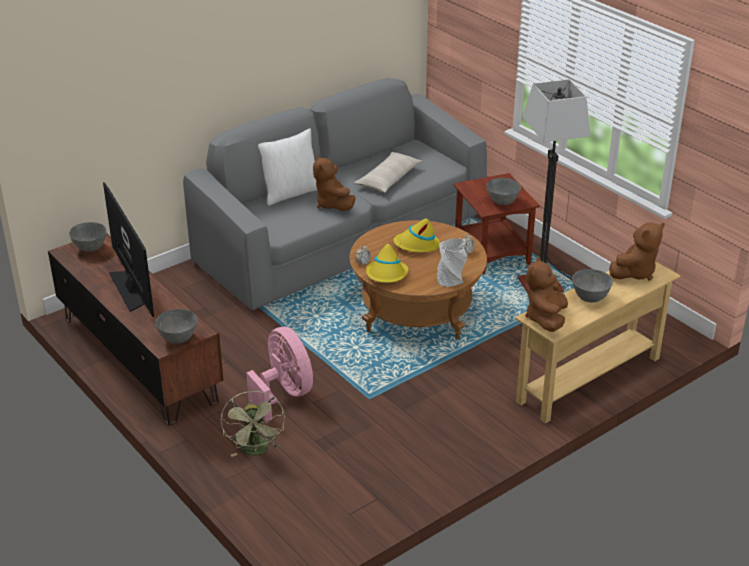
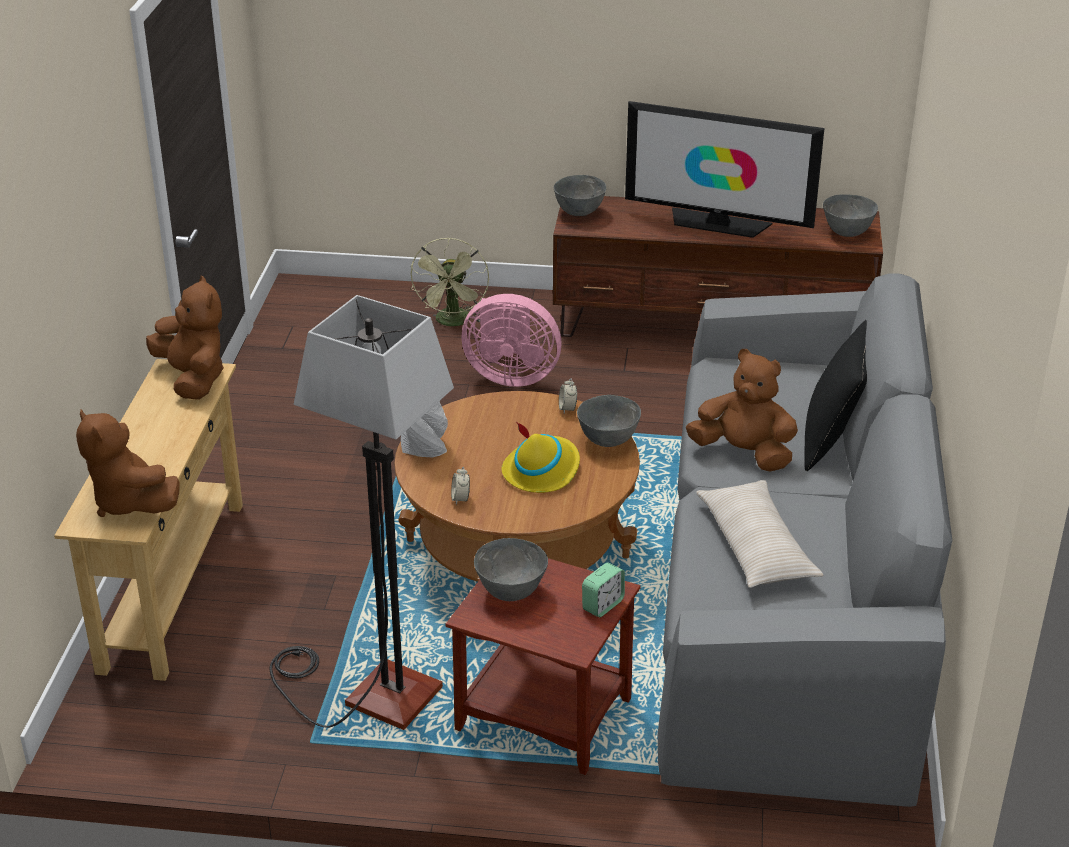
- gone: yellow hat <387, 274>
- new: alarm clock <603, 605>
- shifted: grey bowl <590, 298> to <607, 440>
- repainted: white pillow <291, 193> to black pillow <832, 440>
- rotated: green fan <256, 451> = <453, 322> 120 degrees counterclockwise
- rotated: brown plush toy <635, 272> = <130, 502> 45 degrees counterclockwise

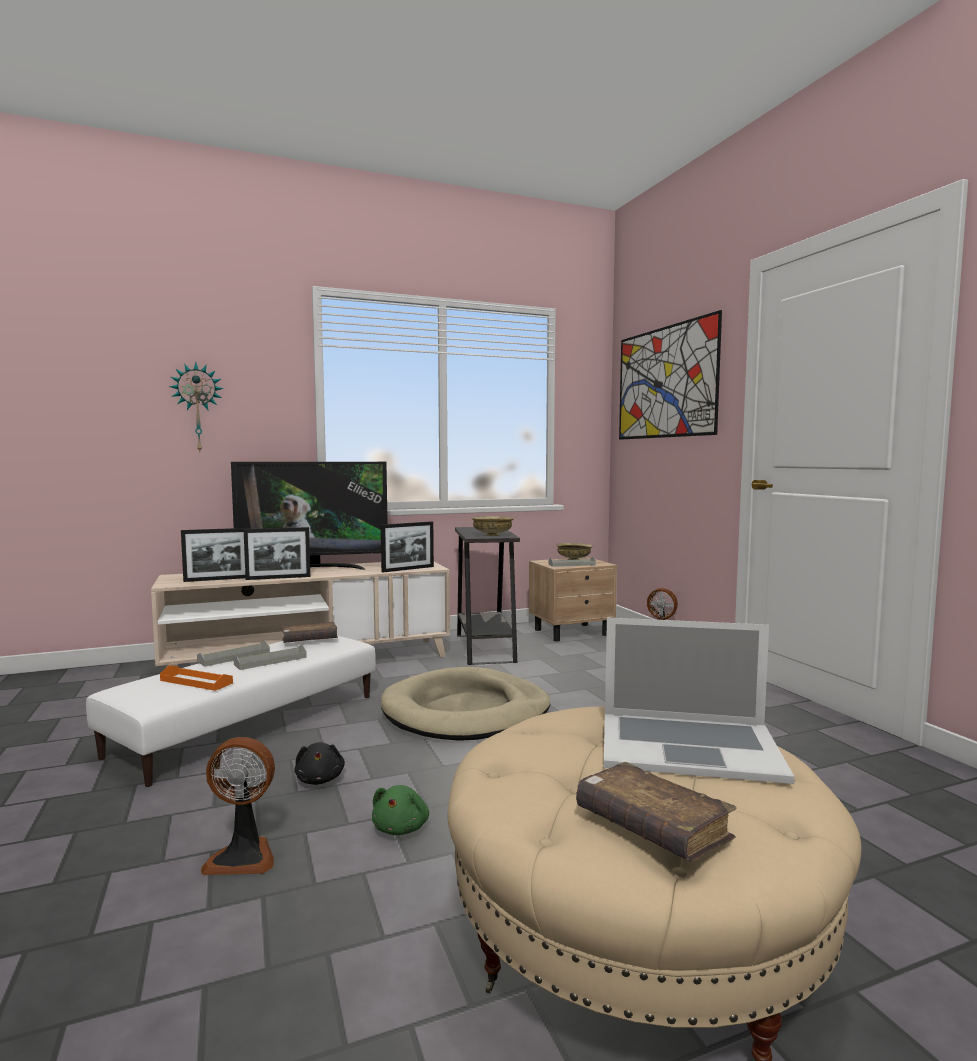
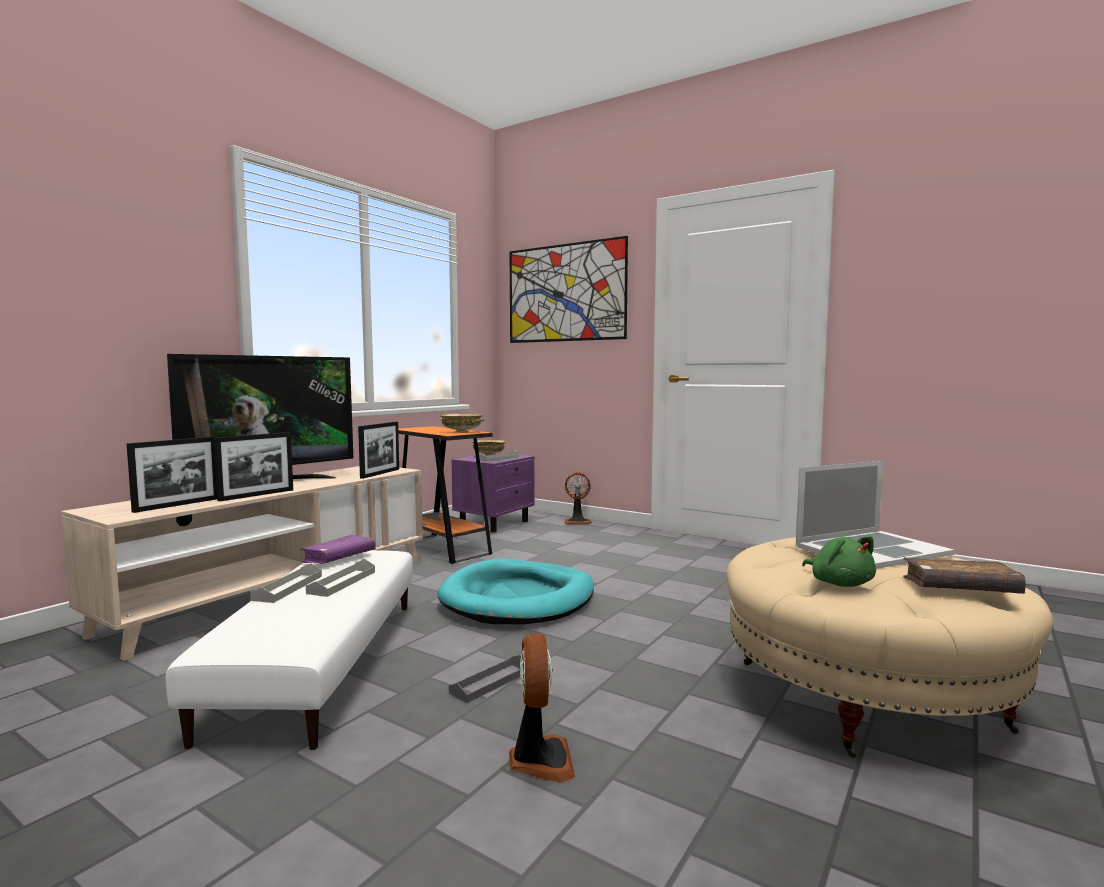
- gone: orange tray <196, 682>
- gone: wall clock <197, 408>
- shifted: green plush toy <401, 828> to <839, 583>
- swapped: black plush toy <320, 779> to grey tray <490, 682>
- repainted: brown book <309, 640> to purple book <339, 558>
- repainted: beige dog bed <466, 711> to turquoise dog bed <518, 599>
- repainted: black side table <485, 648> to orange side table <442, 548>
- repainted: beige nightstand <572, 632> to purple nightstand <495, 523>
- rotated: fan <243, 856> = <539, 760> 60 degrees counterclockwise

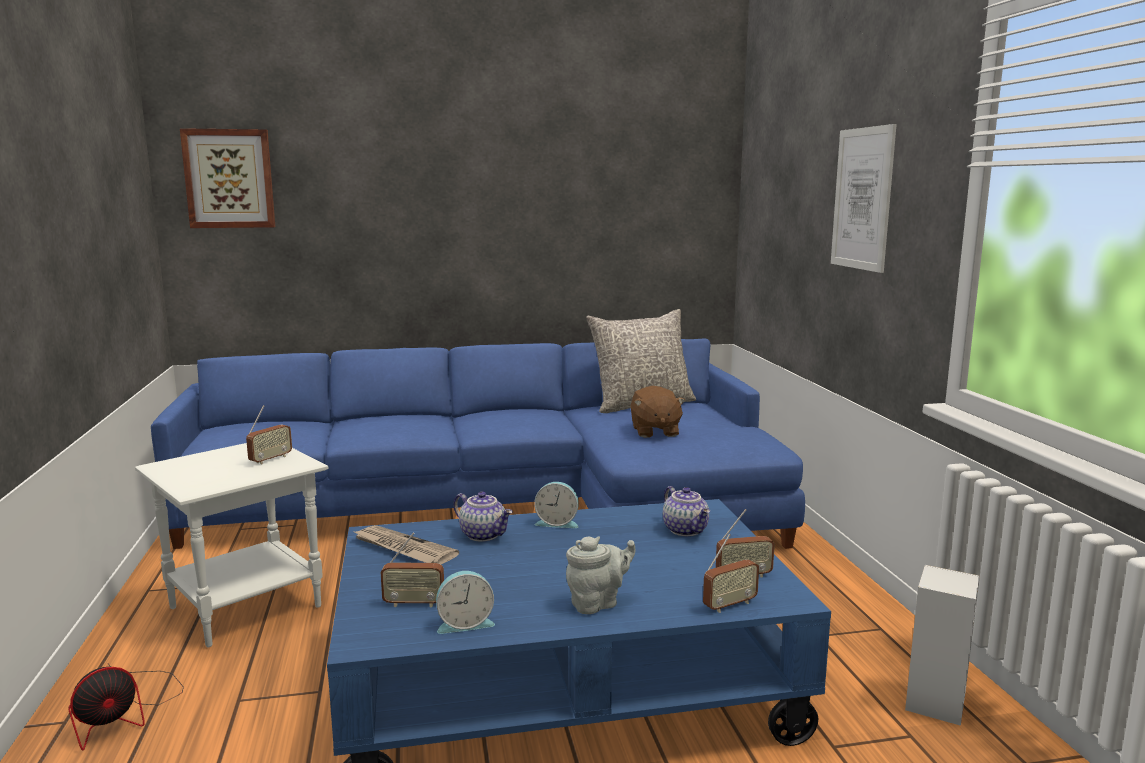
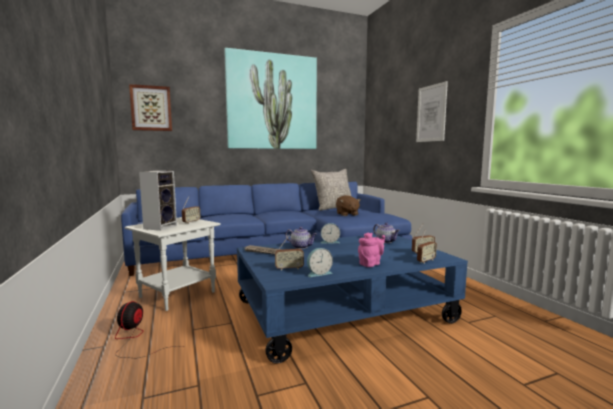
- new: picture <272, 102>
- shifted: speaker <934, 701> to <160, 227>
- repainted: grey teapot <597, 603> to pink teapot <371, 264>
- rotated: fan <124, 713> = <135, 339> 150 degrees clockwise

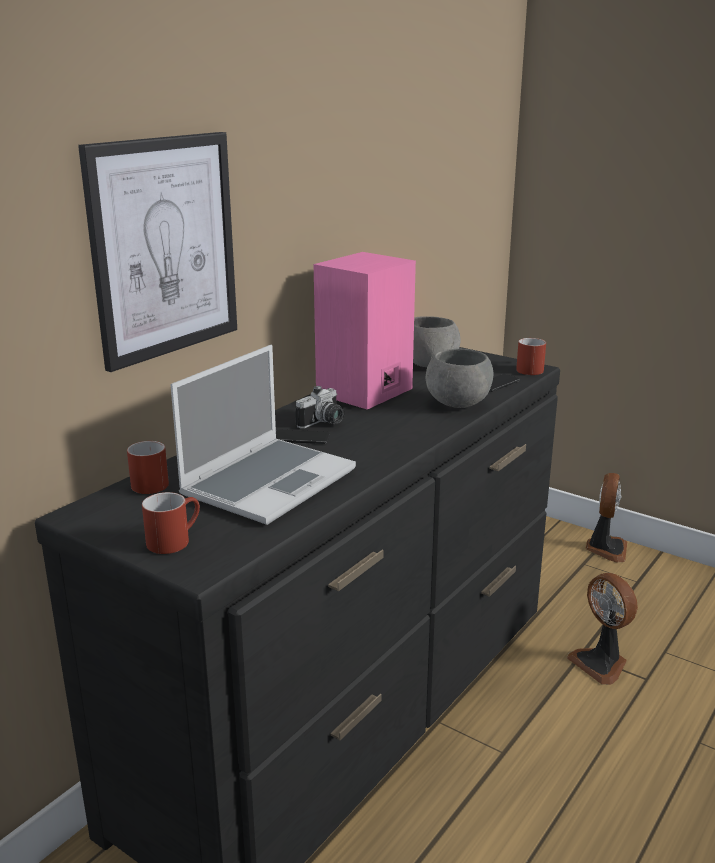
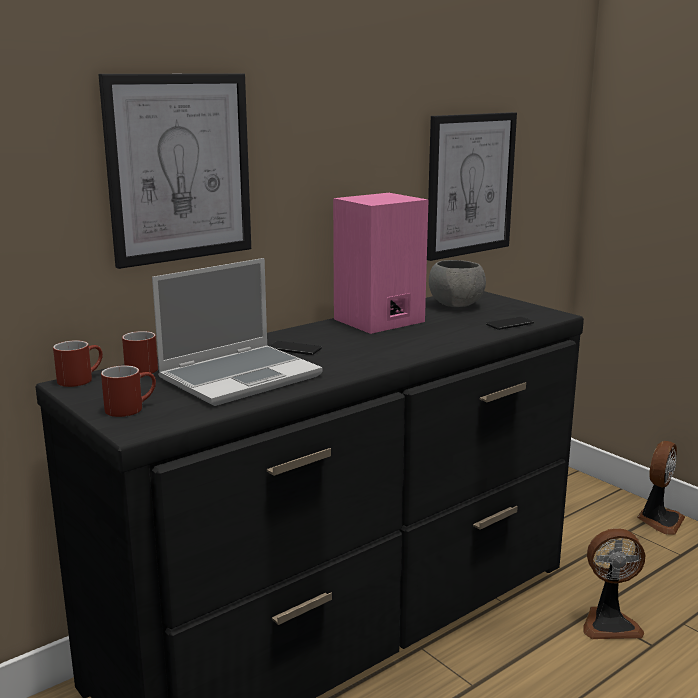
- gone: photo camera <324, 423>
- gone: grey bowl <459, 404>
- new: picture <470, 185>
- shifted: red mug <531, 369> to <80, 379>
- rotated: fan <601, 663> = <609, 623> 75 degrees counterclockwise

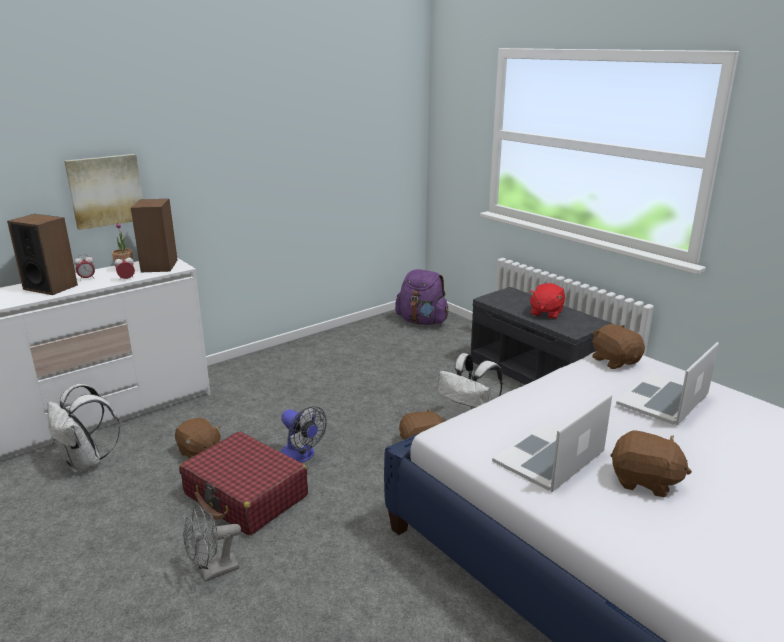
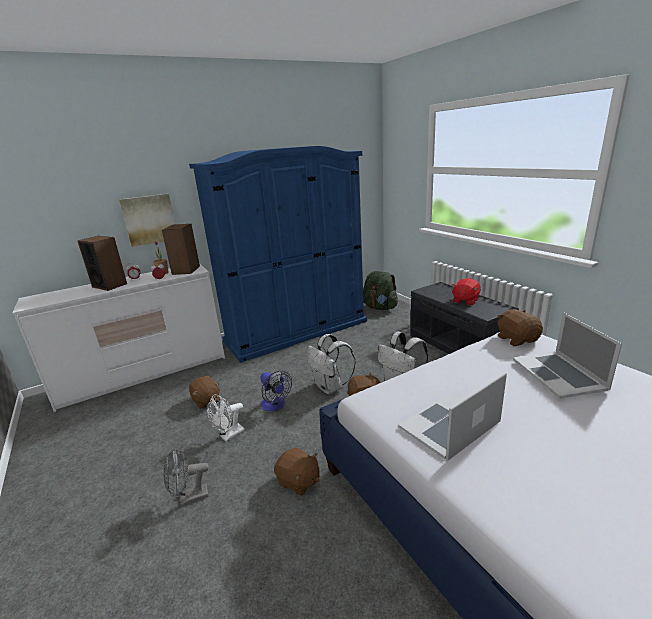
- new: blue wardrobe <296, 331>
- shifted: white backpack <86, 463> to <330, 387>
- shifted: brown plush toy <644, 481> to <298, 481>
- swapped: red suitcase <246, 495> to white fan <229, 435>
- repainted: purple backpack <422, 321> to green backpack <379, 307>
- rotated: laptop <663, 399> = <559, 374> 60 degrees counterclockwise

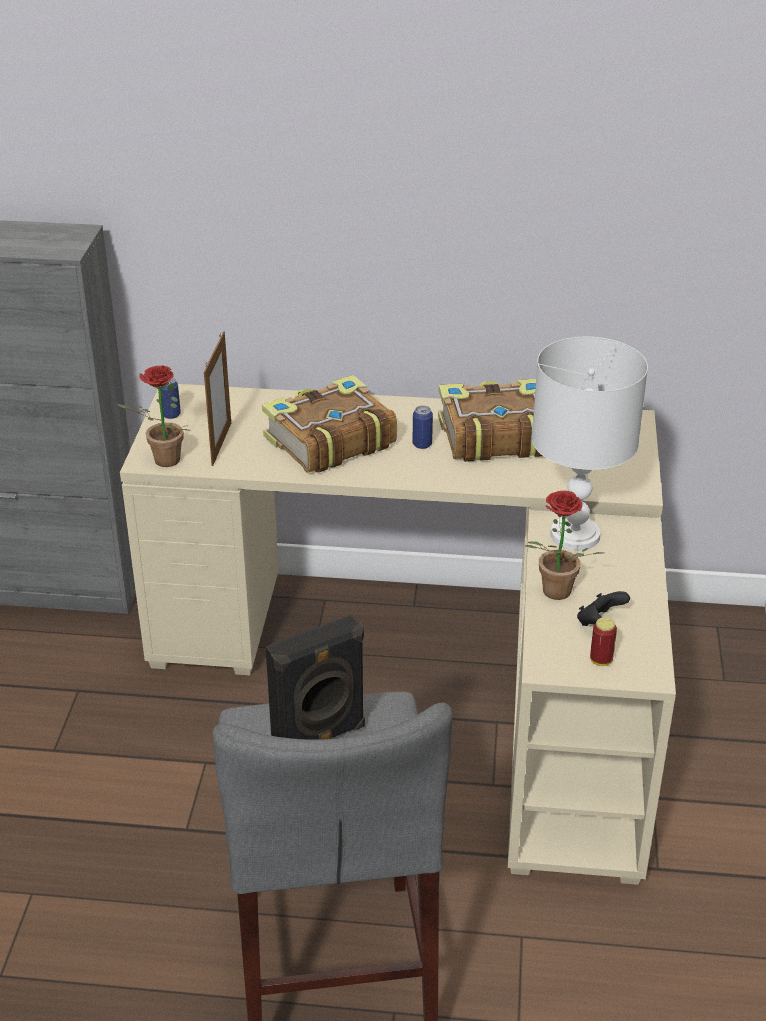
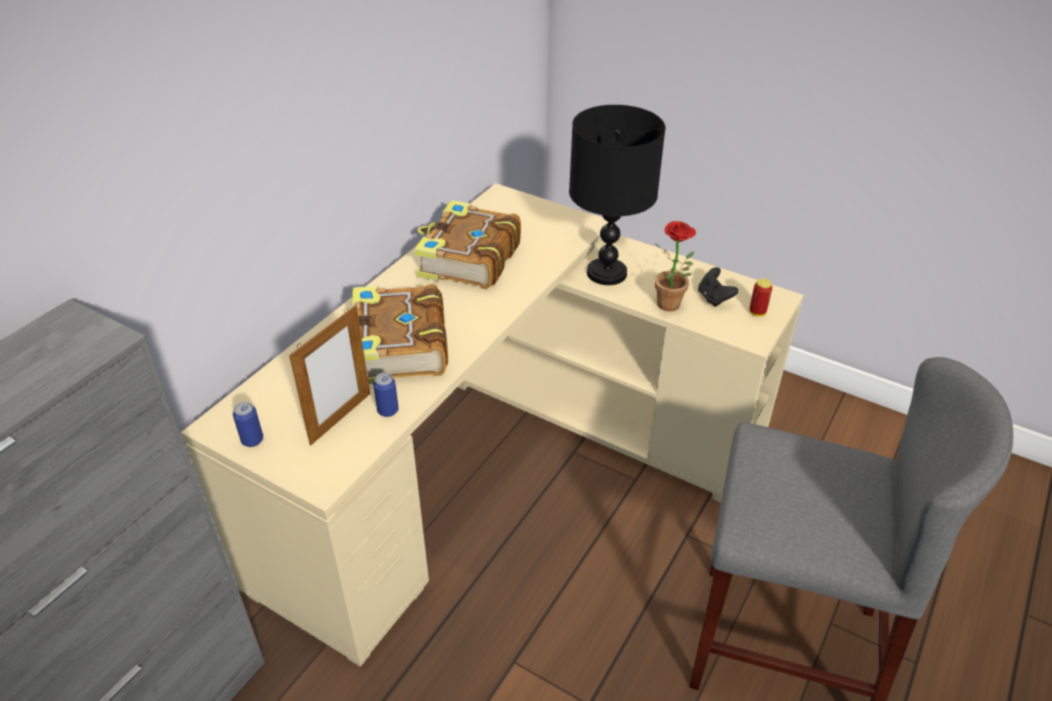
- gone: potted plant <161, 461>
- gone: black speaker <320, 738>
- shifted: can <422, 444> to <388, 411>
- repainted: white table lamp <575, 534> to black table lamp <606, 273>
- rotated: picture frame <221, 444> = <340, 418> 90 degrees clockwise

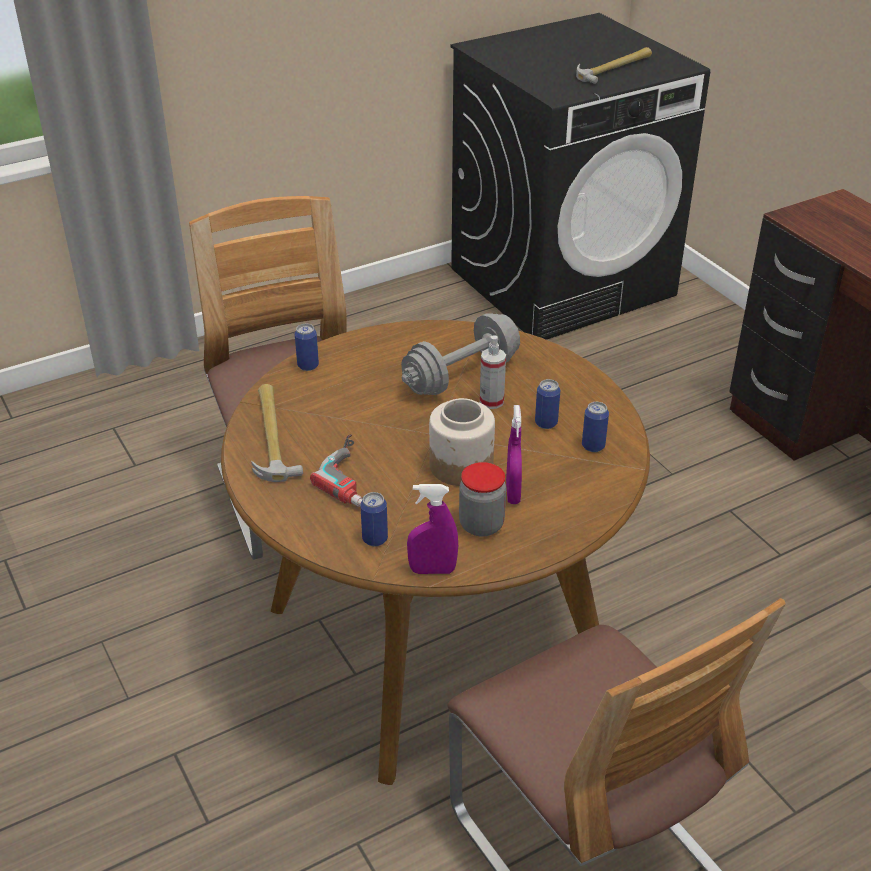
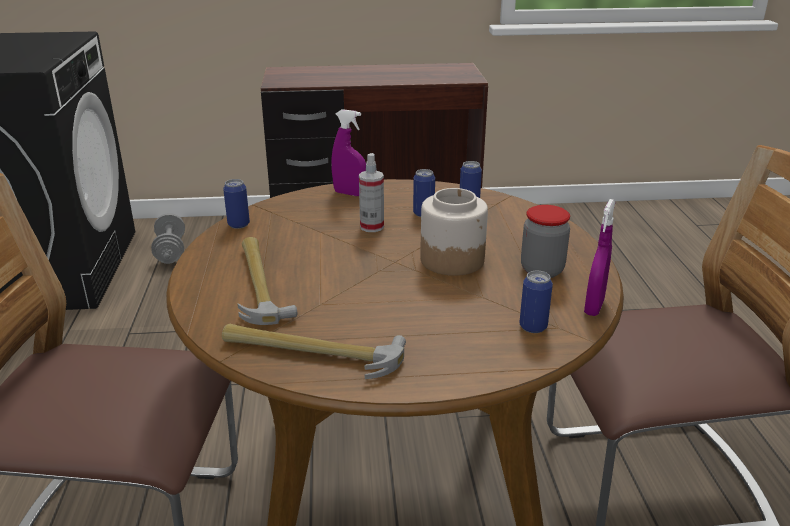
- gone: power drill <355, 476>
- shifted: can <308, 365> to <238, 224>
- shifted: grey dumbbell <461, 375> to <170, 251>
- shifted: purple spray bottle <513, 493> to <349, 193>
- shifted: hammer <614, 68> to <259, 284>

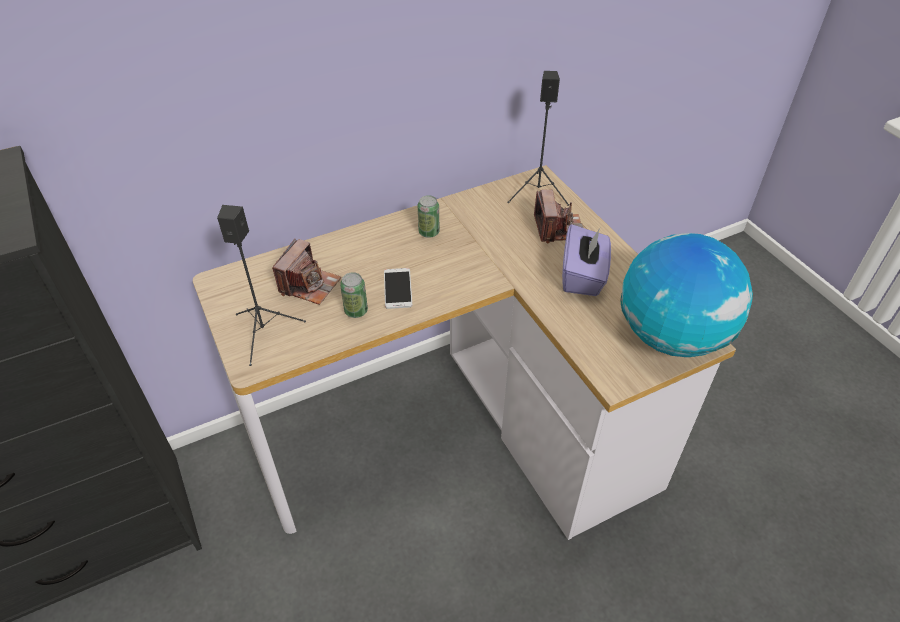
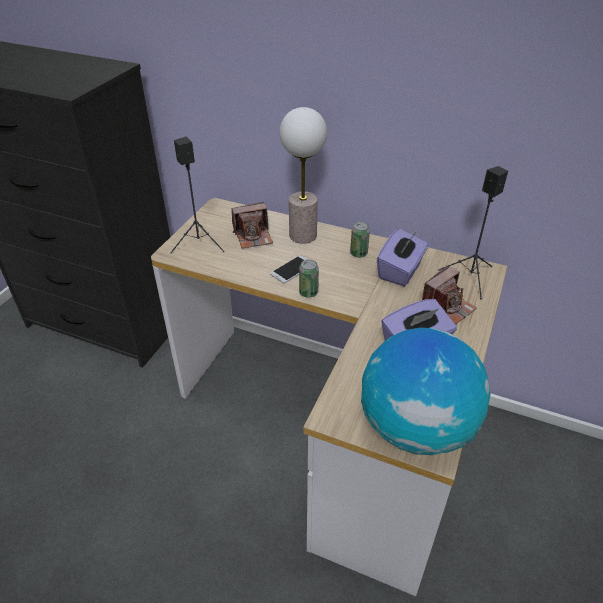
- new: table lamp <302, 235>
- new: purple tissue box <400, 271>
- shifted: can <356, 311> to <308, 292>

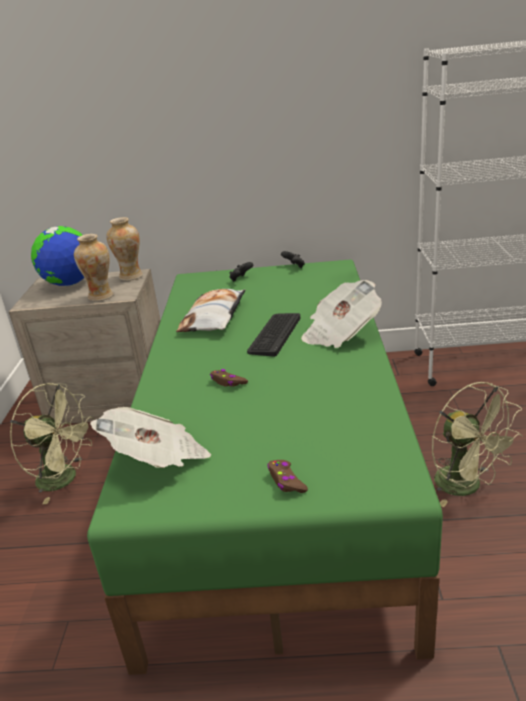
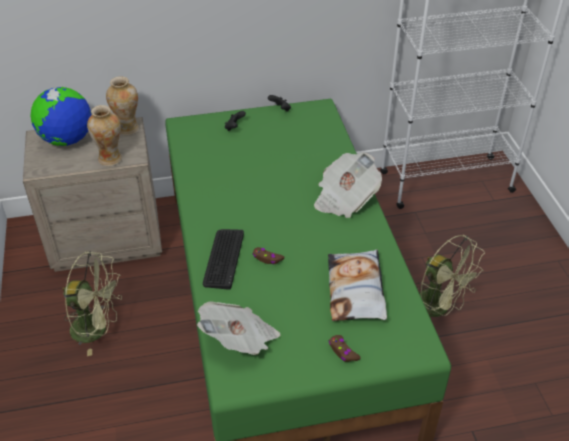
- shifted: pillow <214, 317> to <356, 290>
- shifted: keyboard <274, 334> to <223, 259>

